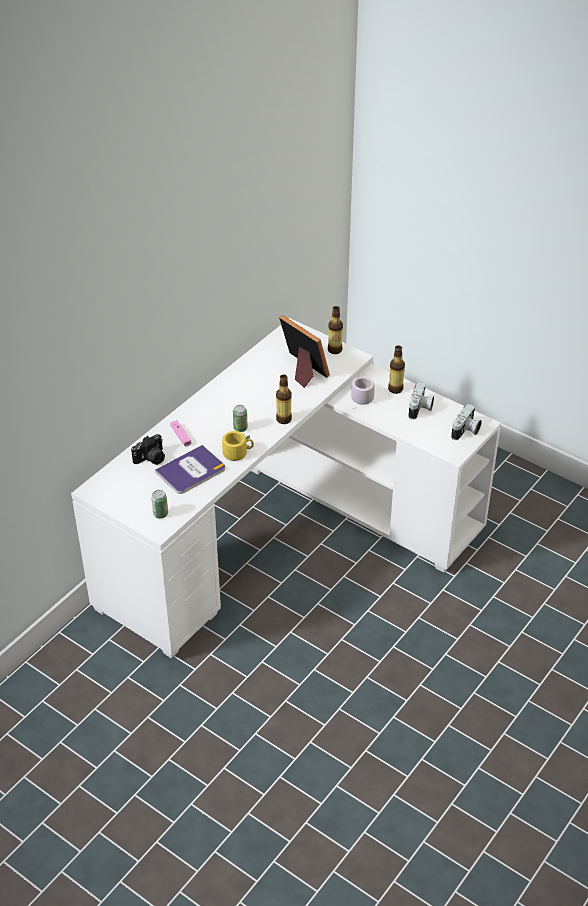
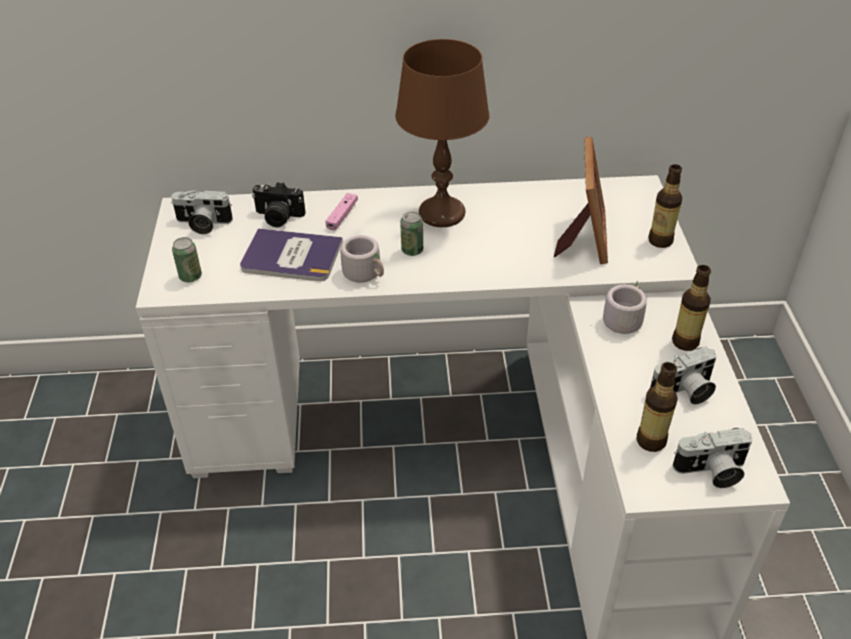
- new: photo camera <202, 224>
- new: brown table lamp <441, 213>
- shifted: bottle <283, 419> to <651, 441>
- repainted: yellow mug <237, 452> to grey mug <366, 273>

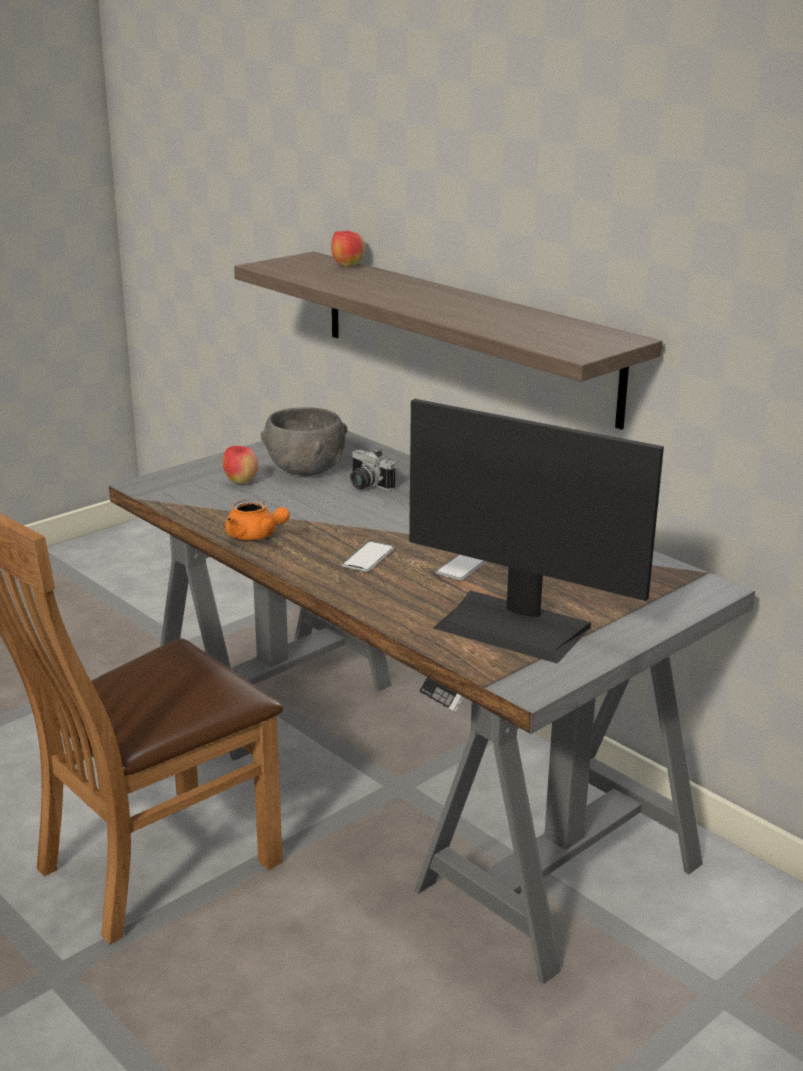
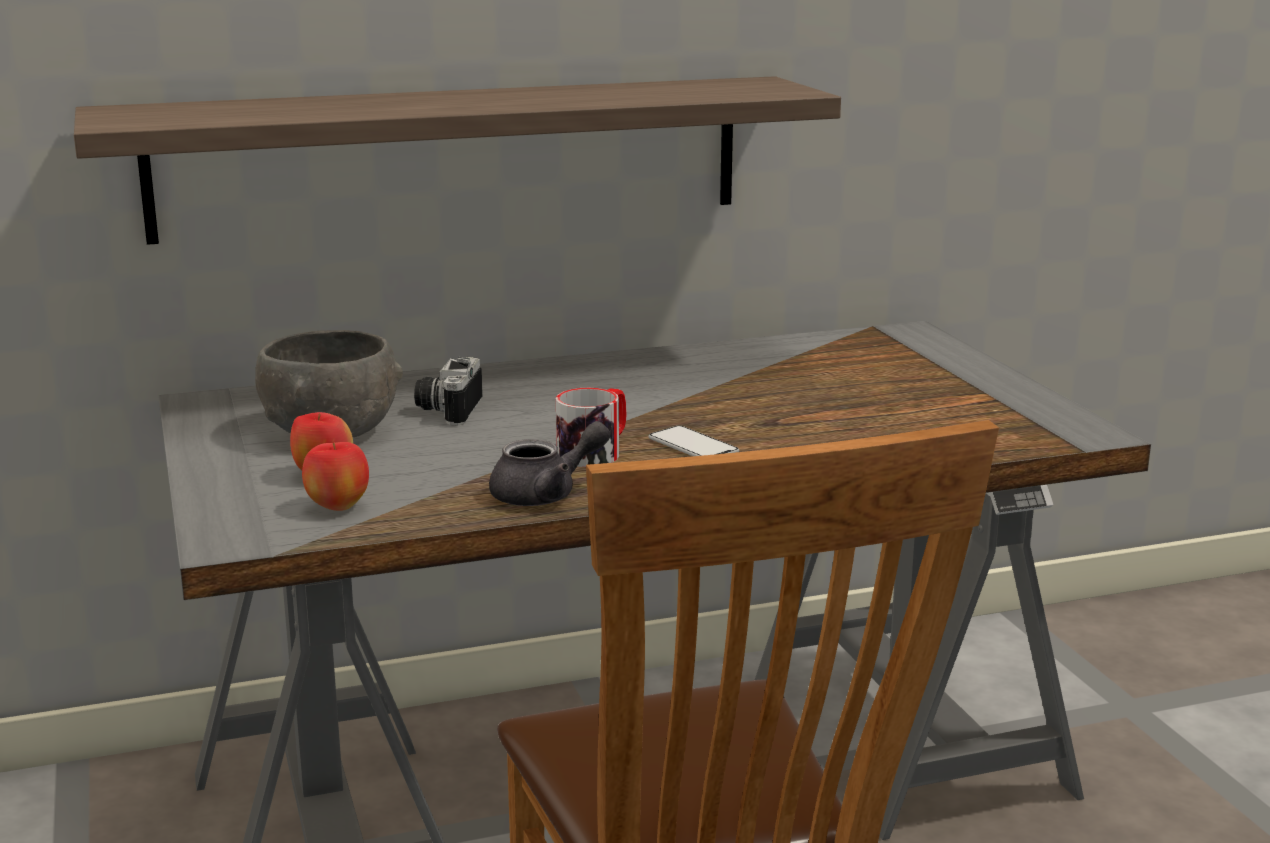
- gone: monitor <514, 626>
- gone: phone <463, 566>
- new: mug <595, 452>
- shifted: apple <347, 266> to <338, 507>
- repainted: orange teapot <255, 536> to grey teapot <546, 494>
- rotated: photo camera <366, 485> = <447, 410> 120 degrees clockwise

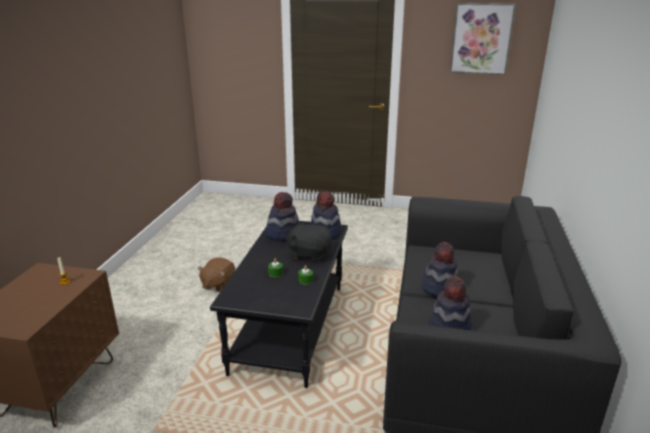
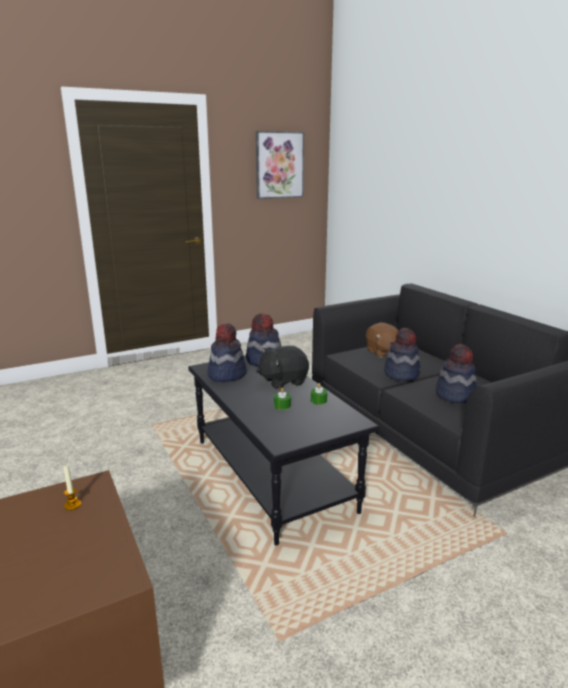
- shifted: brown plush toy <218, 285> to <383, 352>

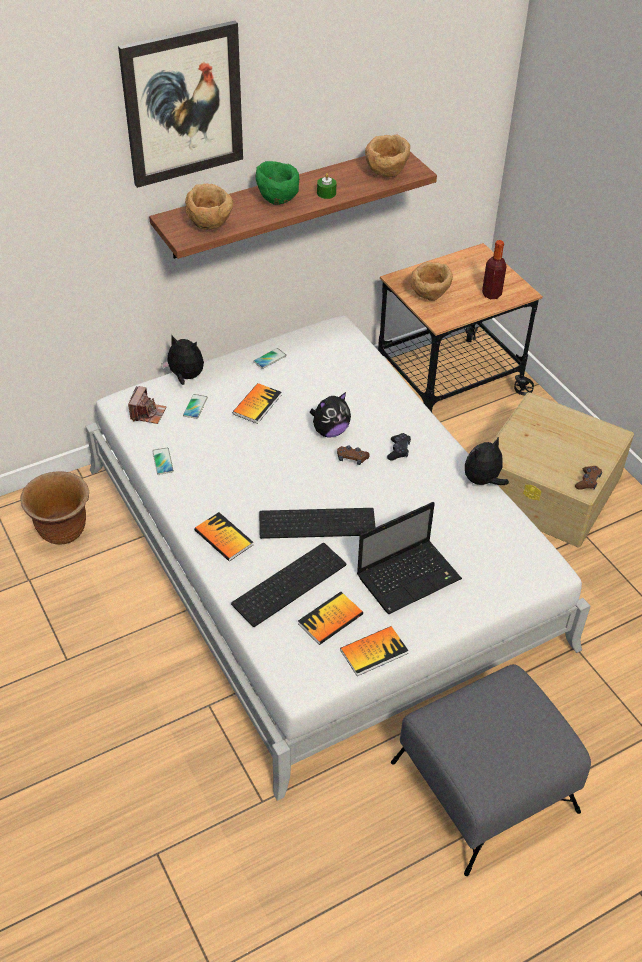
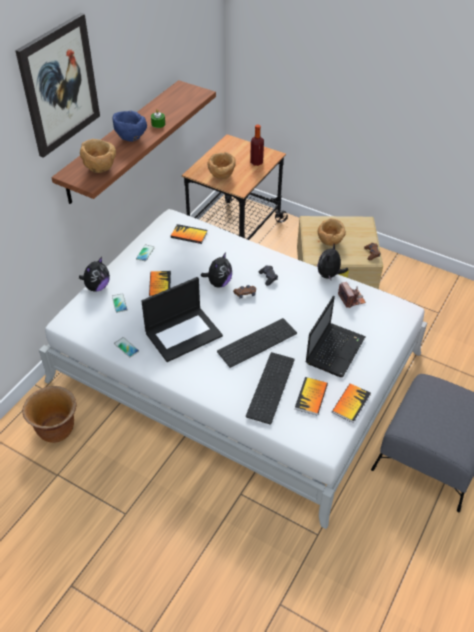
- new: laptop <184, 333>
- shifted: photo camera <148, 413> to <351, 299>
- shifted: book <223, 538> to <189, 235>
- shifted: brown bowl <386, 174> to <330, 242>
- repainted: green bowl <278, 200> to blue bowl <130, 138>
- rotated: plush toy <185, 377> = <97, 287> 135 degrees clockwise

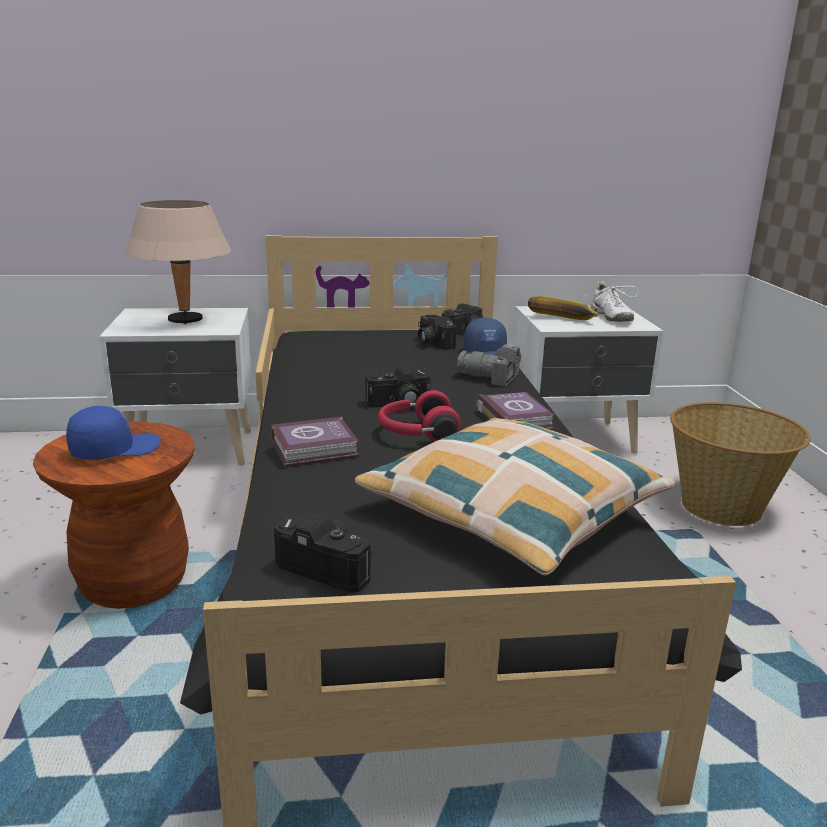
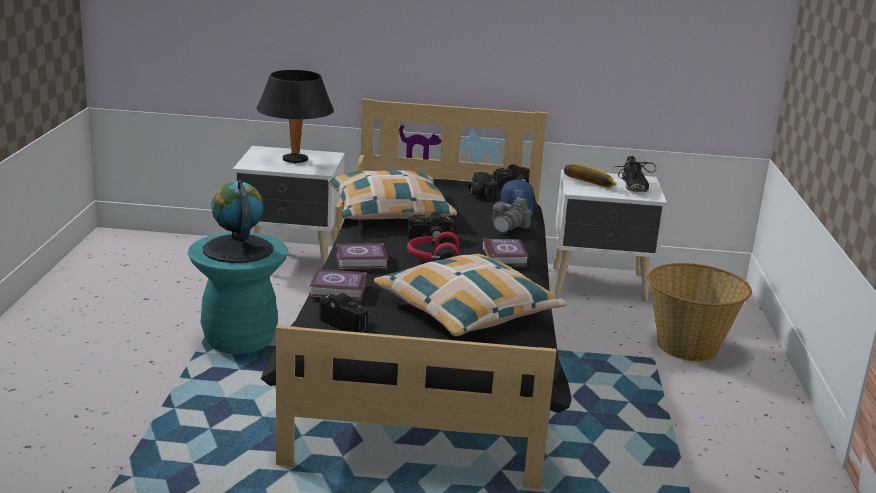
- new: book <339, 291>
- new: pillow <389, 211>
- swapped: blue cap <115, 449> to globe <237, 249>
- repainted: brown stool <133, 583> to turquoise stool <239, 341>
- repainted: beige table lamp <185, 320> to black table lamp <295, 160>
- repainted: white shoe <610, 317> to black shoe <633, 186>
- rotated: photo camera <492, 377> = <509, 226> 90 degrees counterclockwise

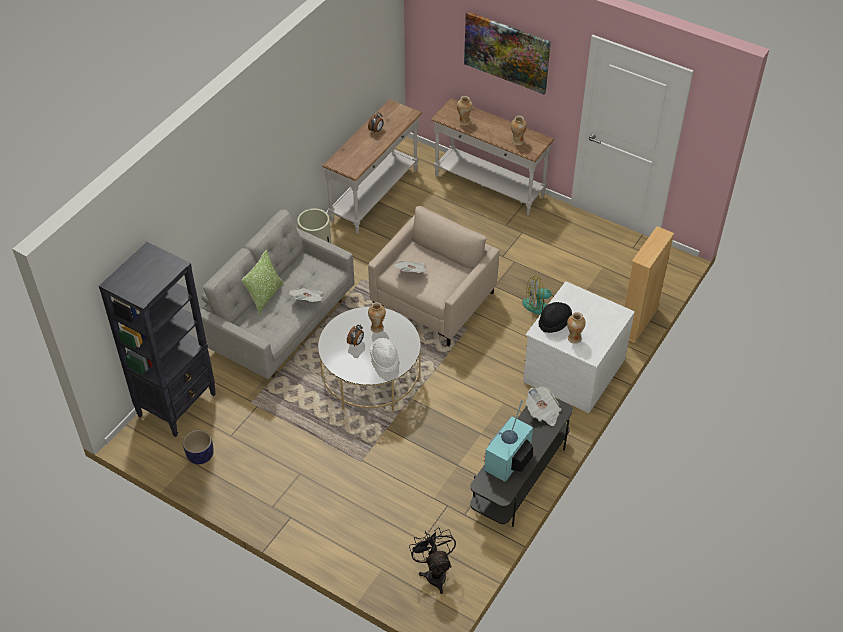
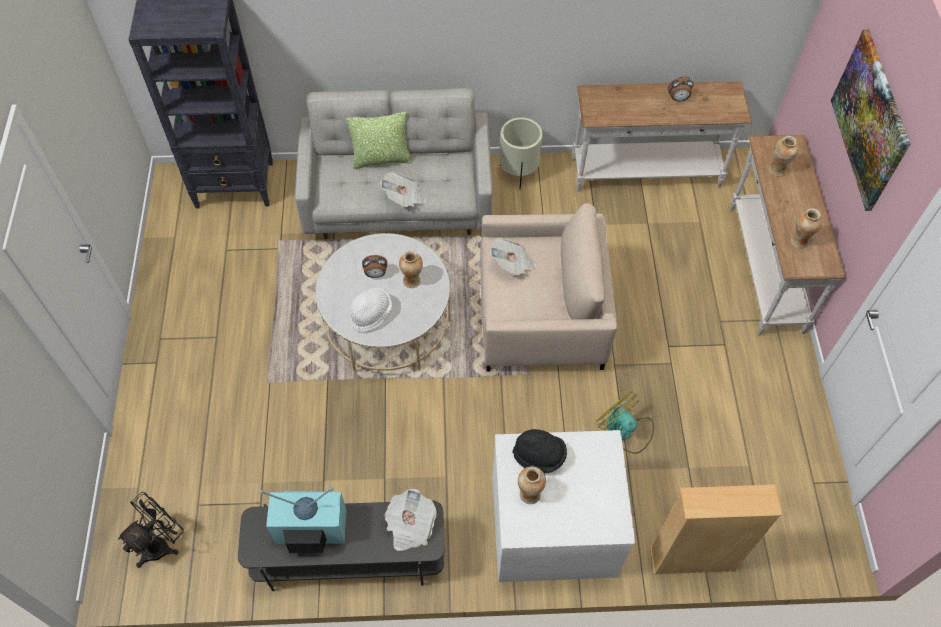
- gone: planter <200, 456>

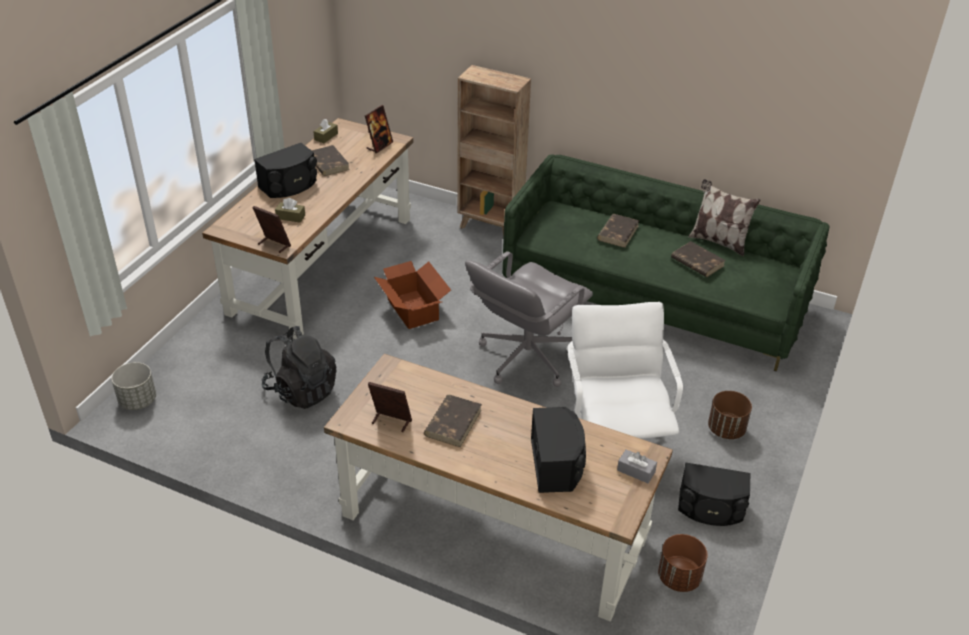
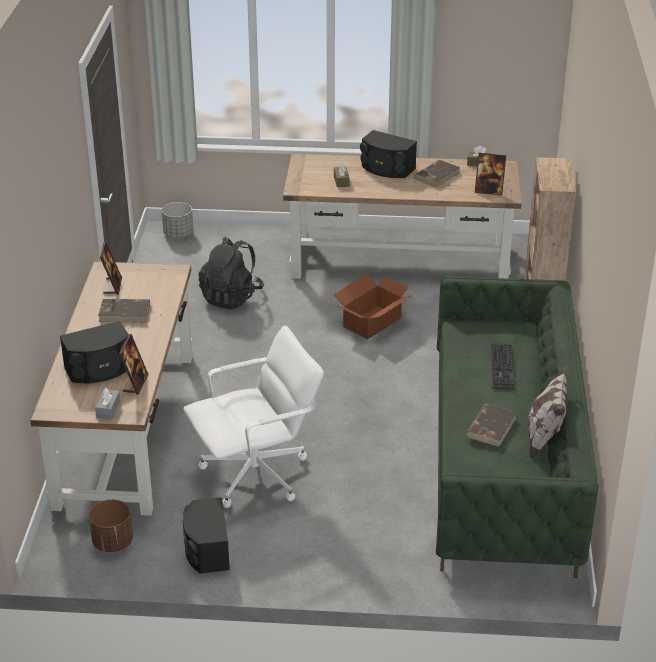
- gone: grey office chair <525, 357>
- gone: brown planter <726, 430>
- shifted: picture frame <274, 245> to <135, 383>
- swapped: brown book <618, 232> to keyboard <503, 368>

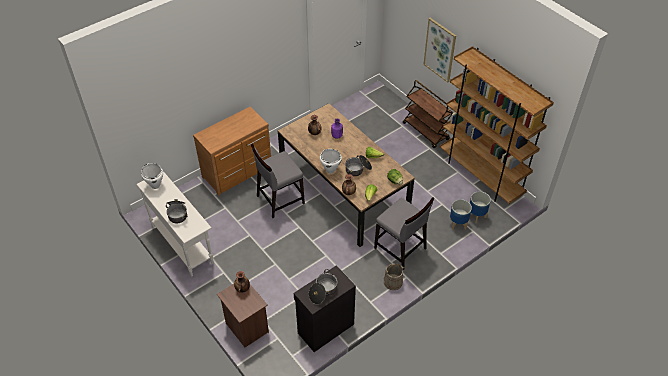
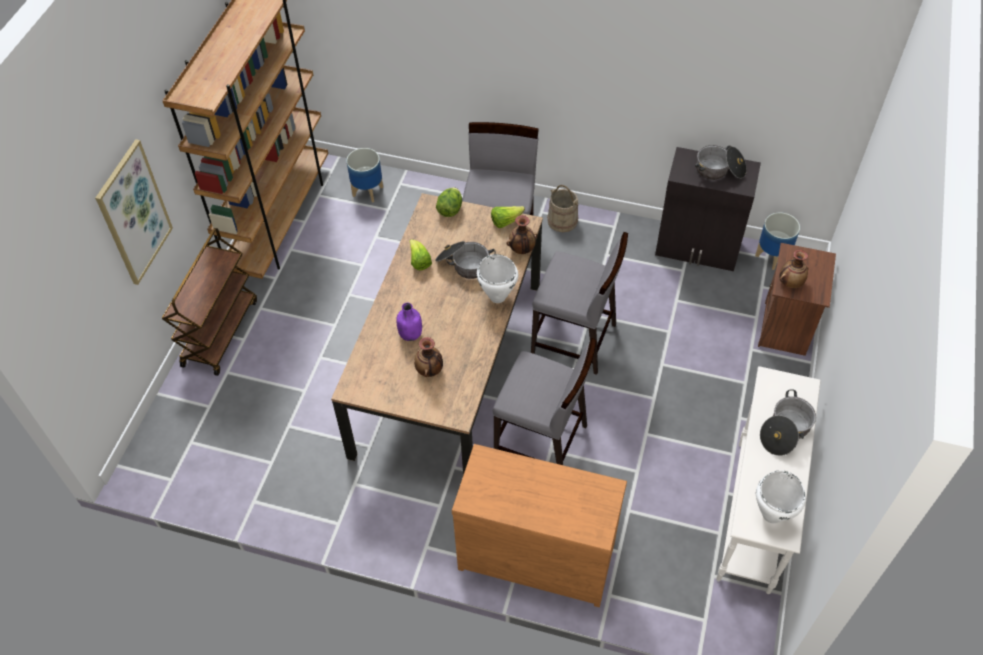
- new: grey chair <574, 340>
- shifted: planter <458, 223> to <772, 257>

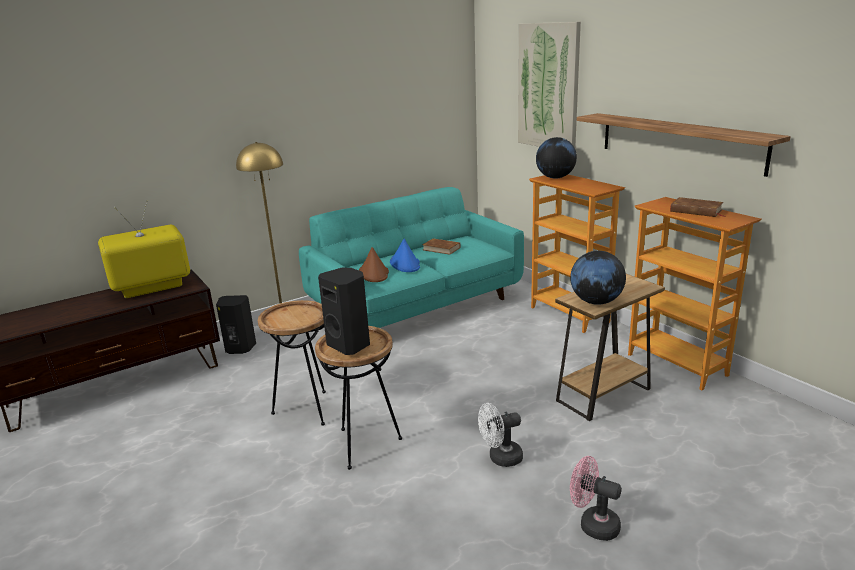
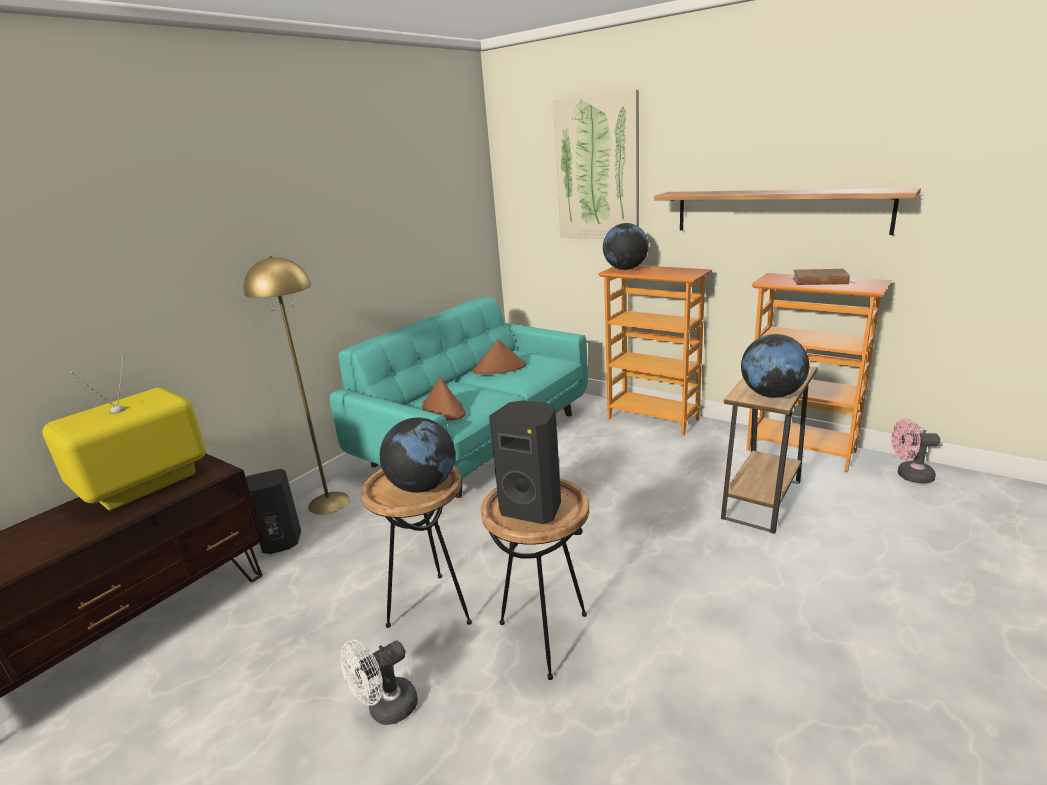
- gone: blue hat <405, 264>
- new: globe <423, 486>
- shifted: white fan <500, 458> to <386, 710>
- shifted: pink fan <593, 524> to <909, 476>
- swapped: brown book <441, 248> to brown hat <500, 368>

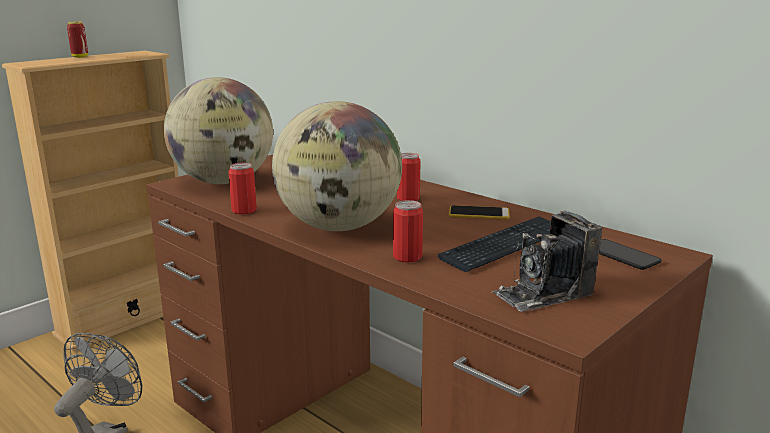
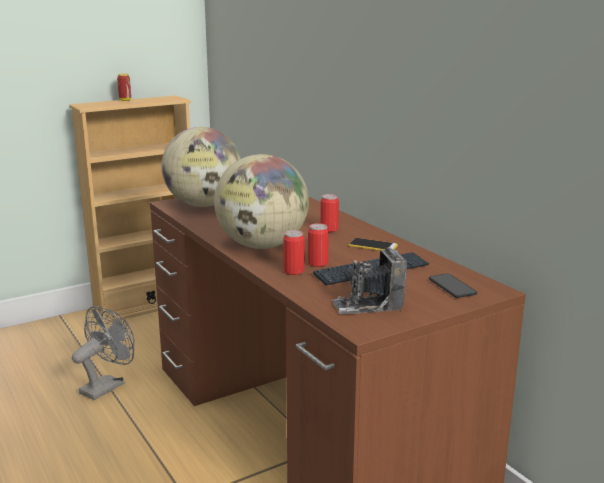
- shifted: can <244, 210> to <318, 263>

